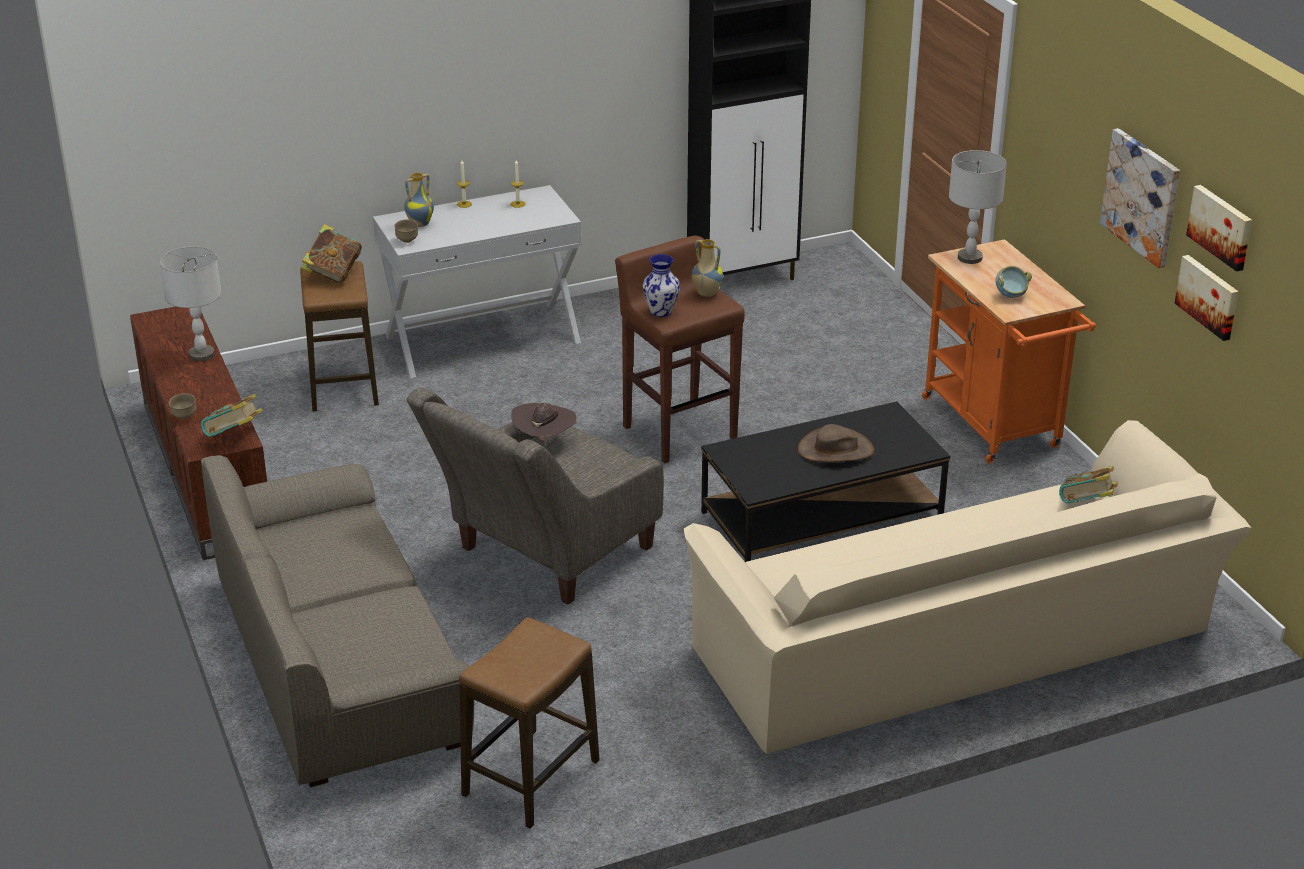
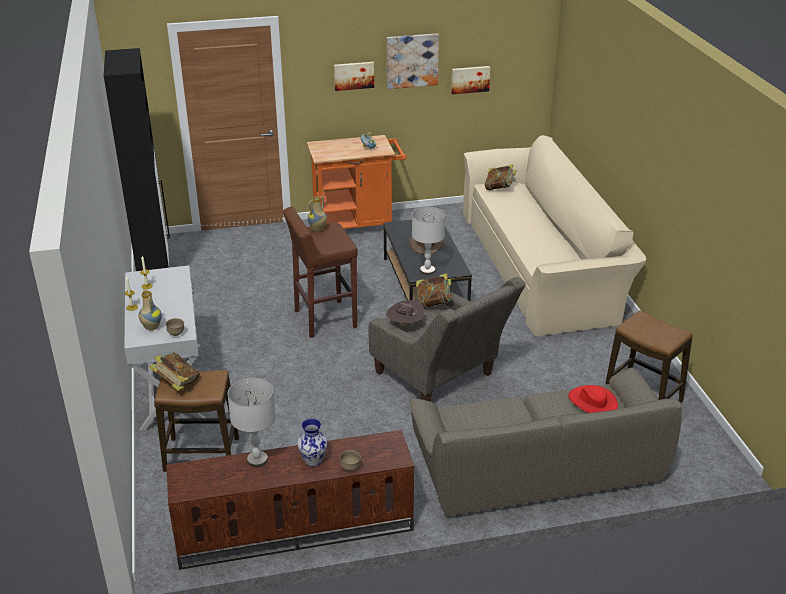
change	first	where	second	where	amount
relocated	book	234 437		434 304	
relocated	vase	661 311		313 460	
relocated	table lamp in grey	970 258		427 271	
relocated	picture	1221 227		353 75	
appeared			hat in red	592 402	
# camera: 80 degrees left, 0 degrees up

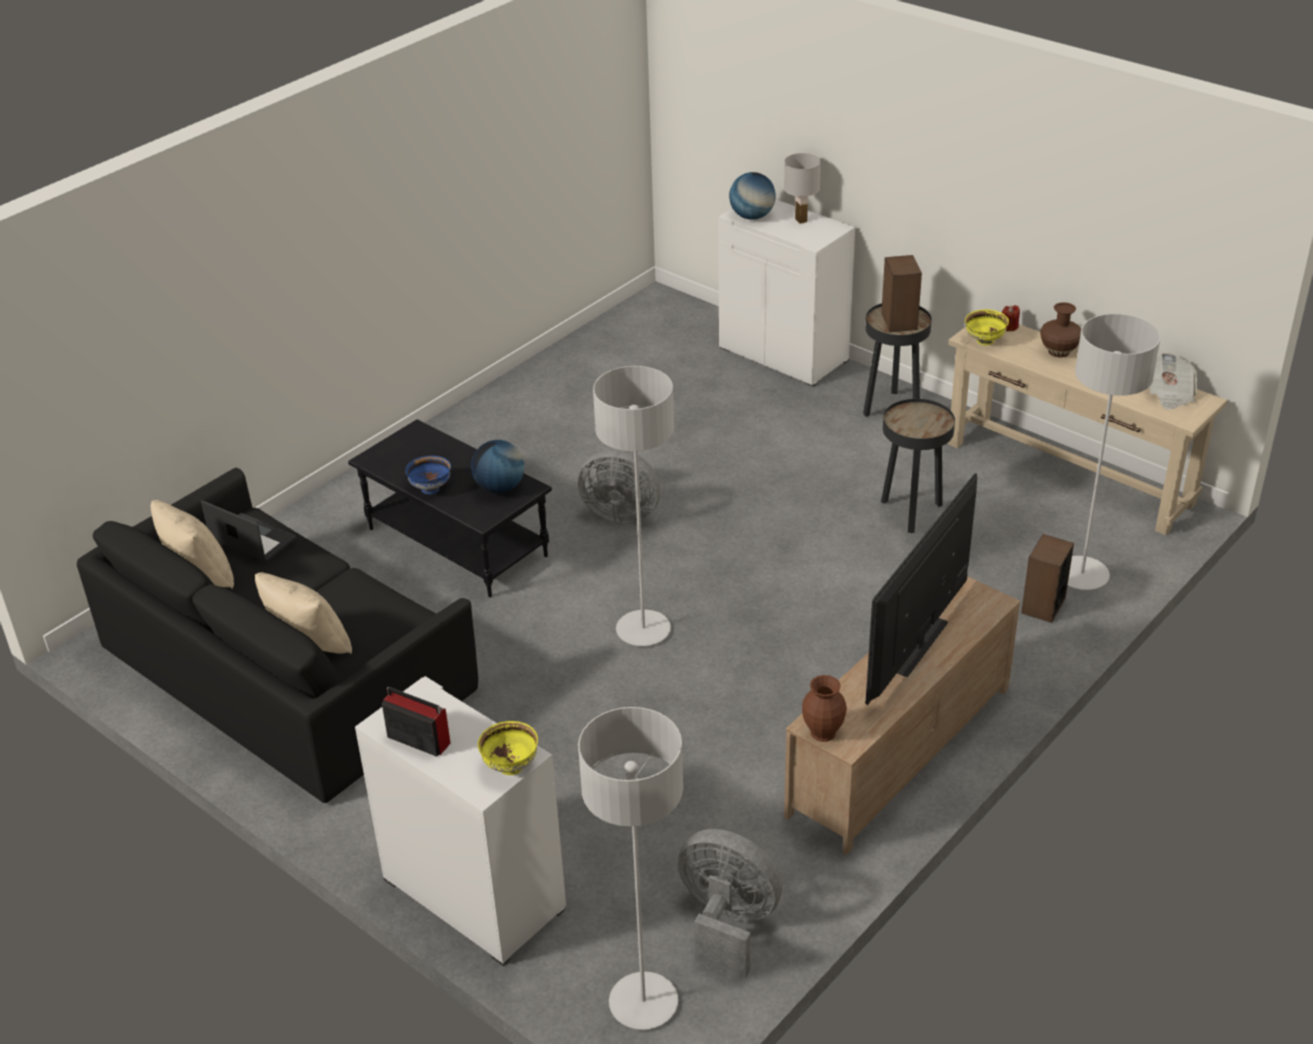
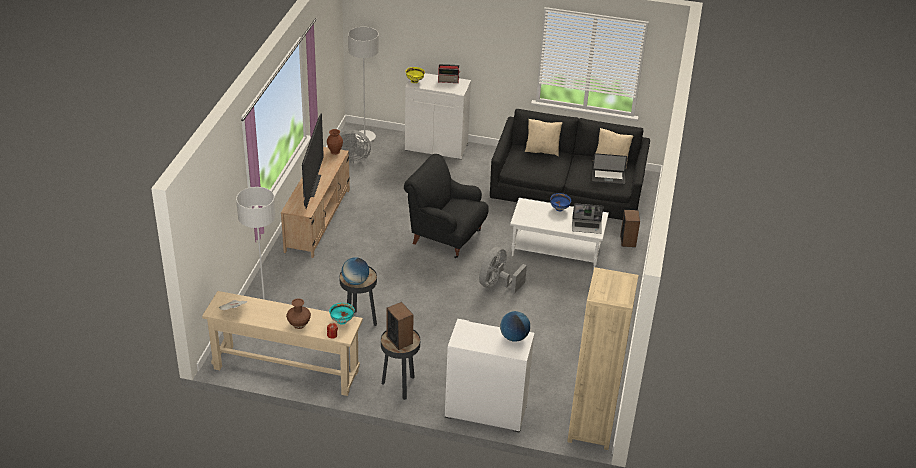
change	first	where	second	where	amount
colour	coffee table in black	455 543	coffee table in white	556 251	
relocated	globe	500 488		355 281	
spun	fan in grey	620 512		497 284	45 degrees counterclockwise
exchanged	floor lamp in grey	643 630	armchair in black	445 236	
missing	table lamp in white	801 220			
colour	bowl in yellow	985 341	bowl in turquoise	342 321	
relocated	speaker	1042 606		628 241	
appeared			bookcase in beige	591 428	
appeared			laptop	587 226	
# camera: 150 degrees right, 0 degrees up

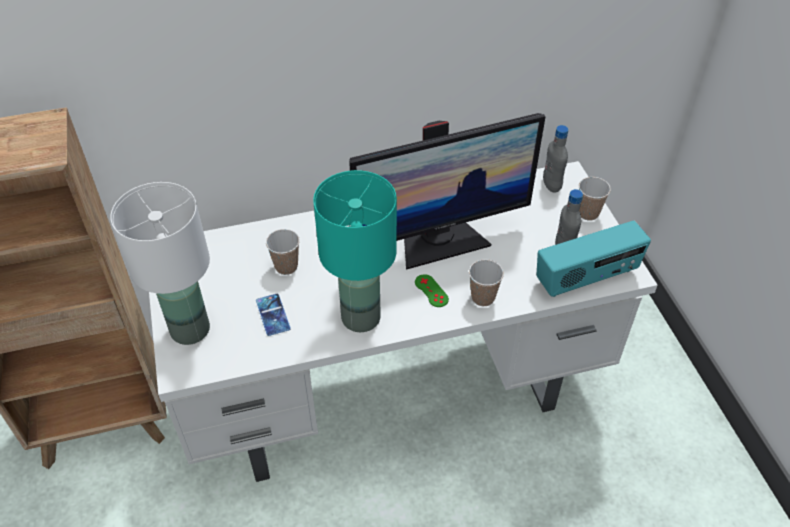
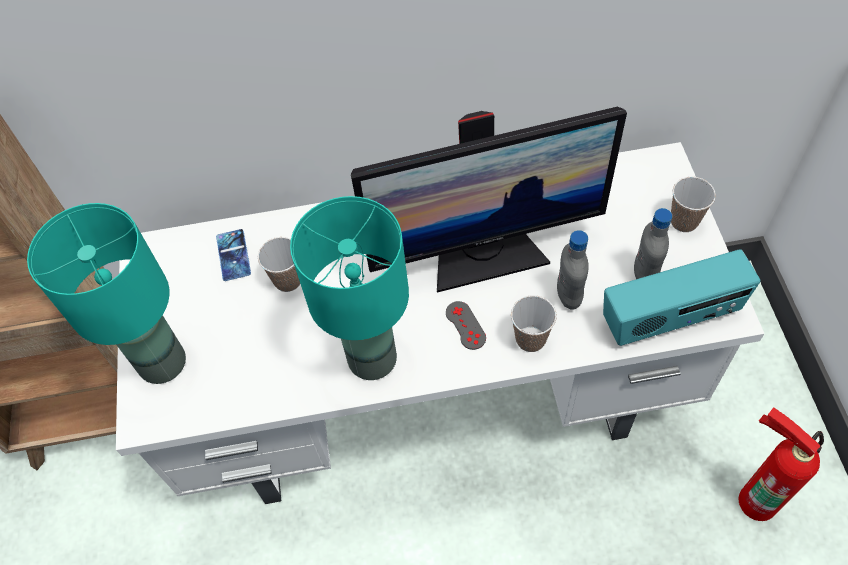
change	first	where	second	where	amount
colour	table lamp in white	191 330	table lamp in turquoise	163 363	
relocated	phone	273 315		233 255	
colour	game controller in green	431 291	game controller in grey	465 325	
relocated	bottle in grey	551 185		569 295	
appeared			fire extinguisher	757 497	
# camera: 10 degrees right, 10 degrees up

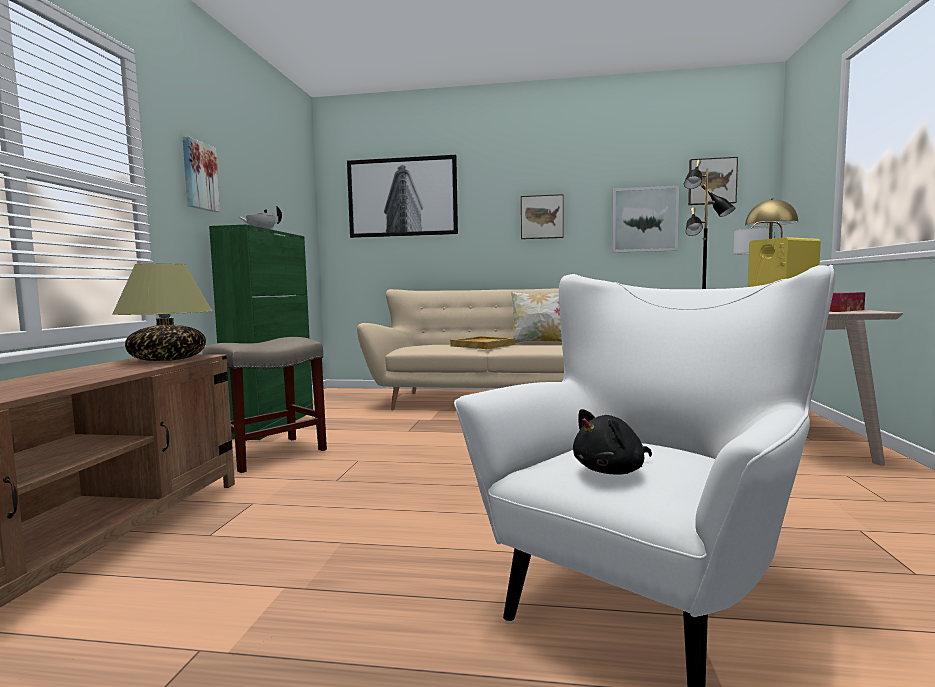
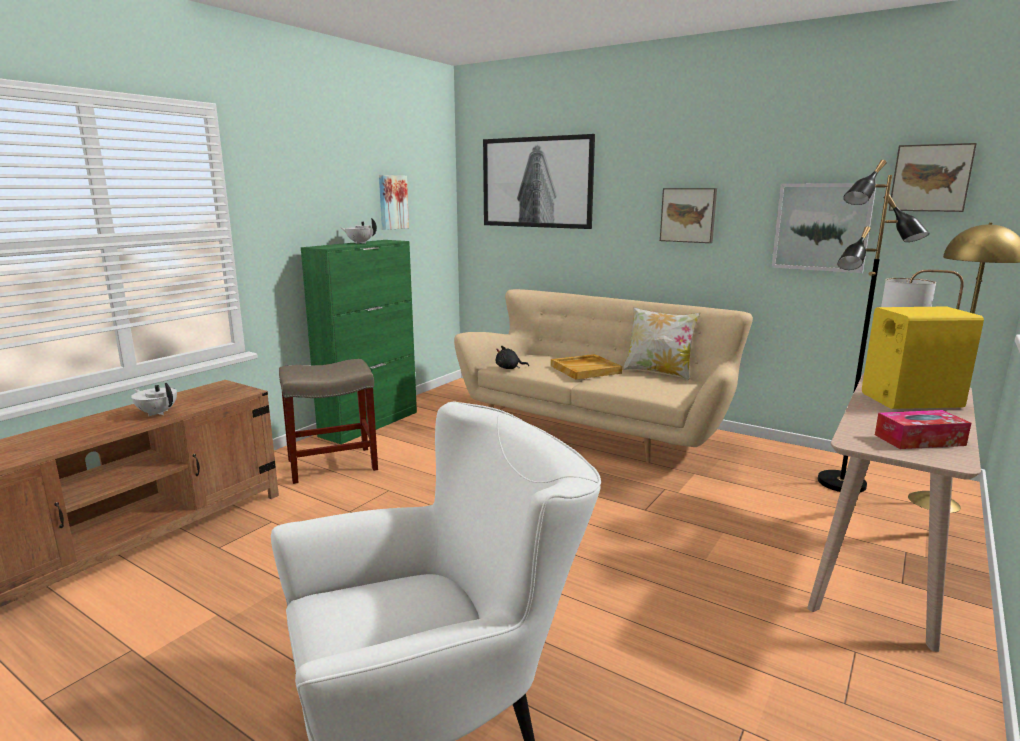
change	first	where	second	where	amount
missing	table lamp	167 359			
relocated	picture	199 176		392 202	
relocated	plush toy in black	612 471		509 368	
appeared			teapot in white	157 413	
# camera: 25 degrees right, 10 degrees up

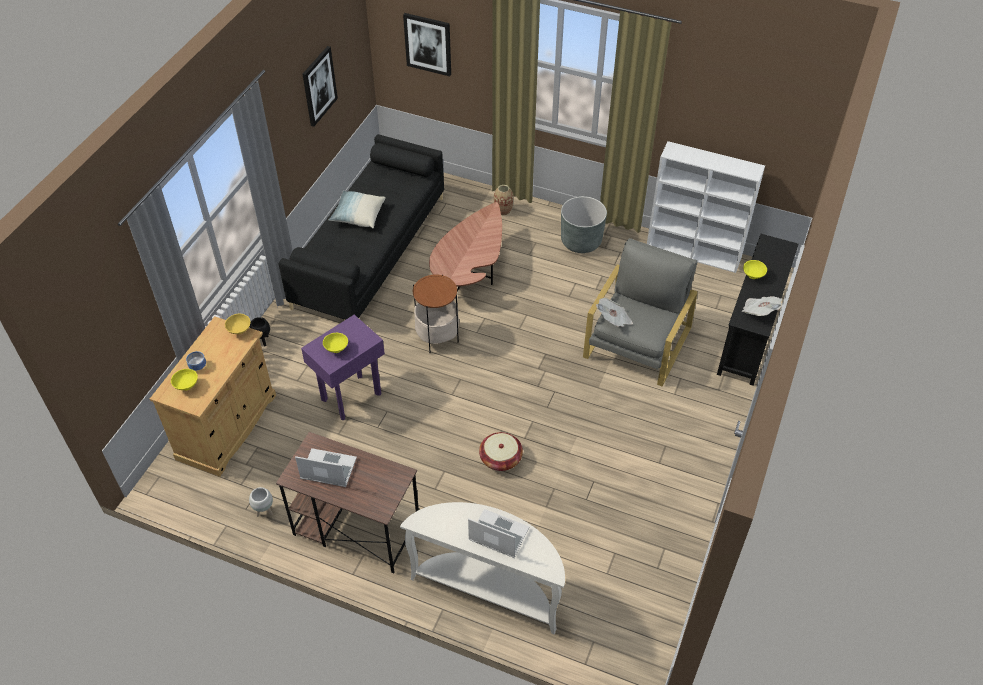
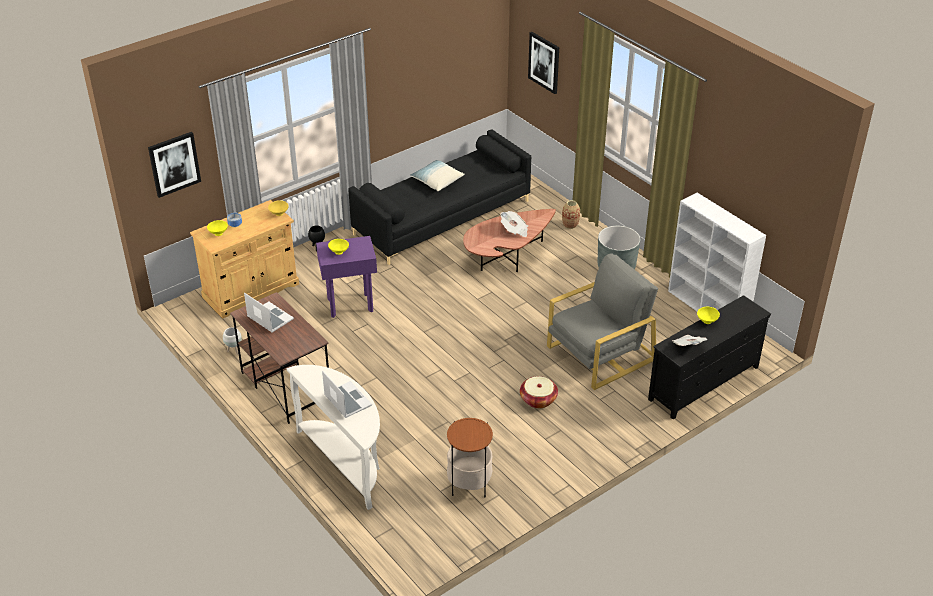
change	first	where	second	where	amount
relocated	picture	319 86		174 164	
relocated	side table	437 337		469 483	
relocated	basket	500 458		538 399	
relocated	newspaper	613 320		514 230	
# camera: 30 degrees right, 10 degrees down

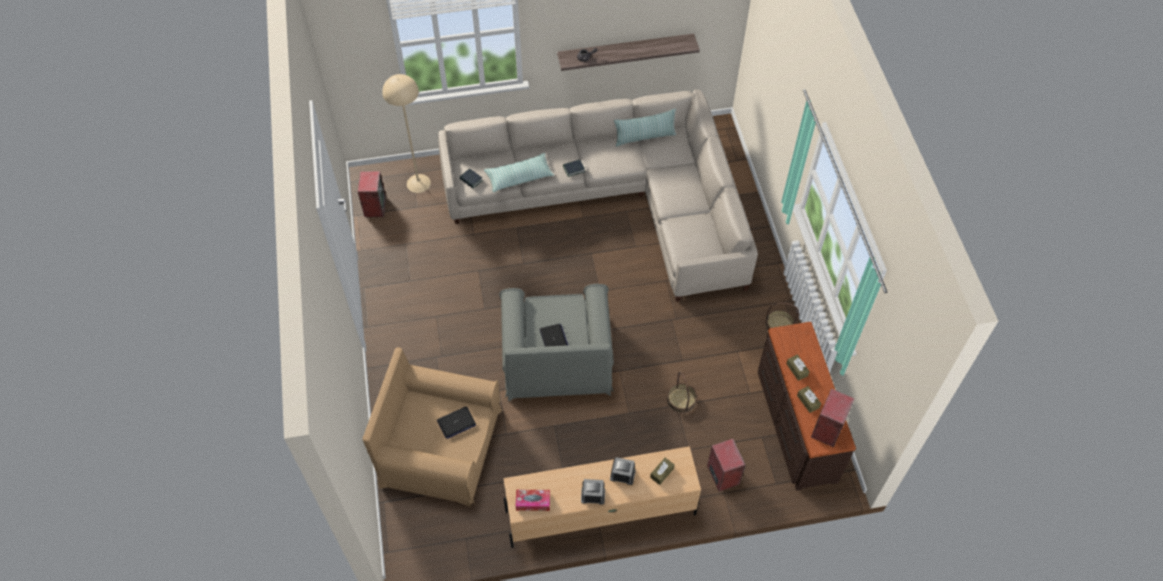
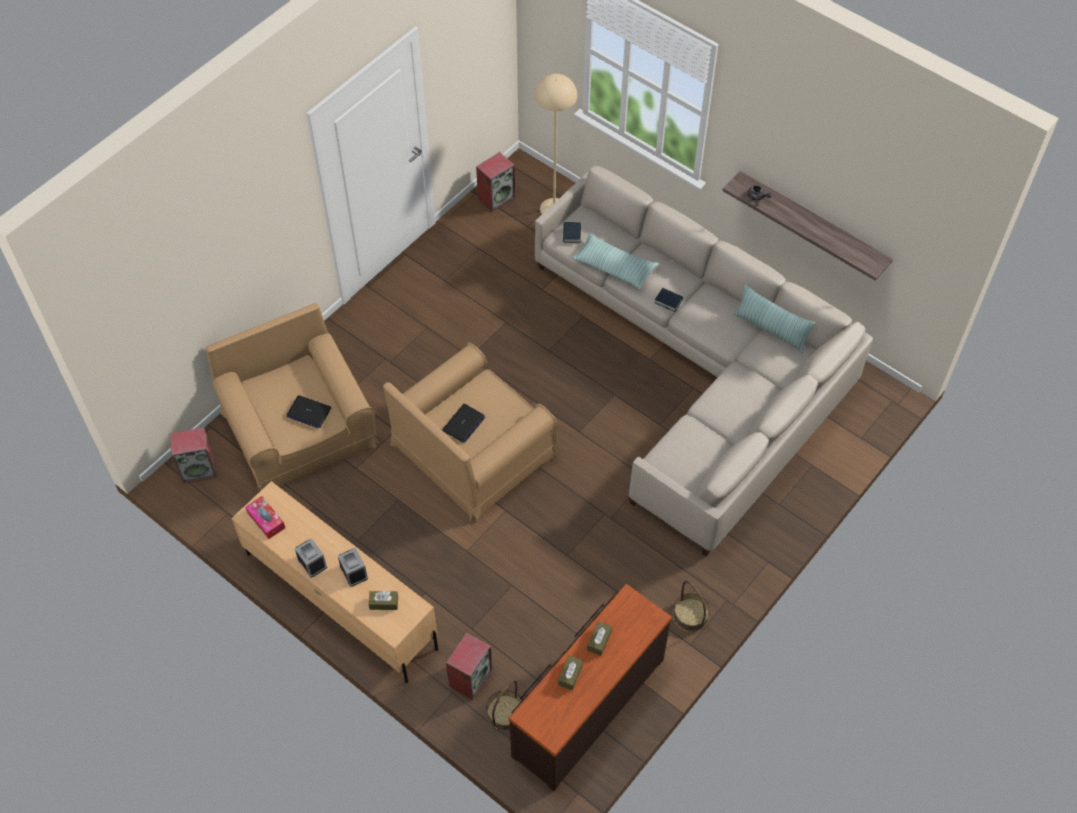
change	first	where	second	where	amount
colour	armchair in grey	557 357	armchair in brown	472 450	
relocated	basket	681 400		505 712	
relocated	speaker	827 428		199 469	
# camera: 50 degrees right, 0 degrees up

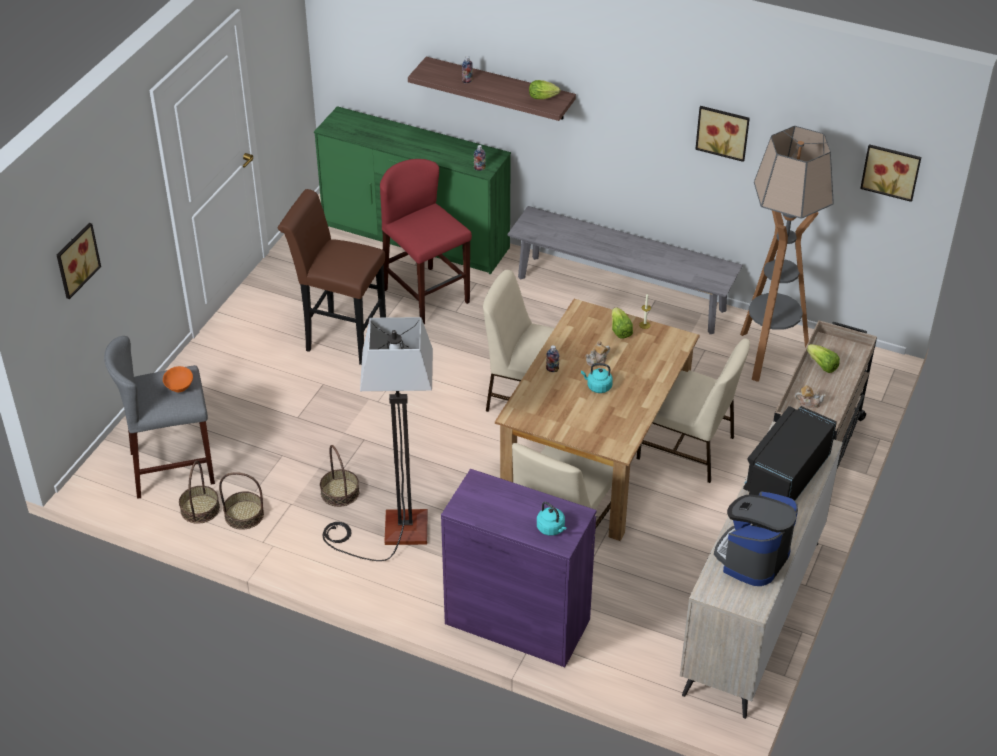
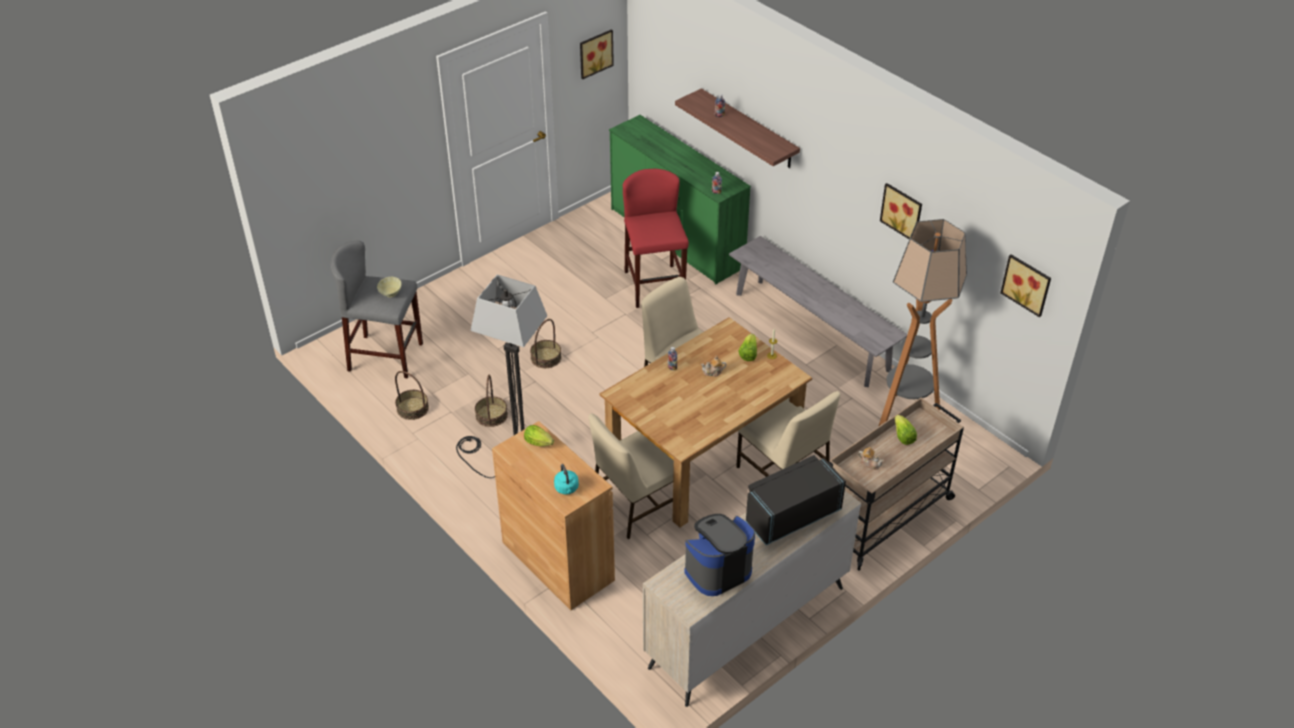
change	first	where	second	where	amount
relocated	picture	75 259		595 53	
colour	bowl in orange	179 388	bowl in beige	390 294	
relocated	basket	200 509		546 358	
missing	stool in brown	340 337			
colour	cabinet in purple	517 621	cabinet in brown	558 561	
relocated	lettuce	544 97		540 443	
missing	kettle in turquoise	597 387			
# camera: 25 degrees right, 0 degrees up

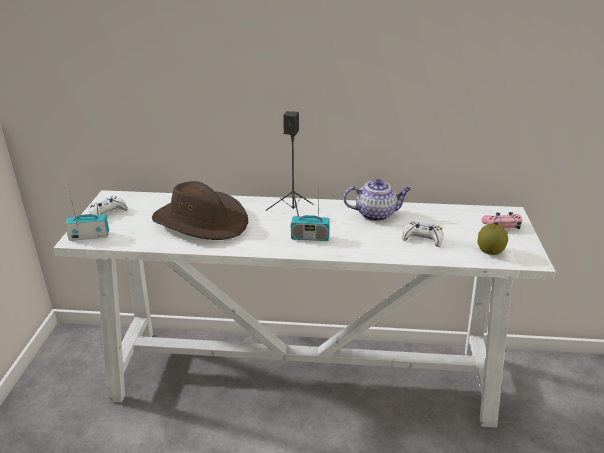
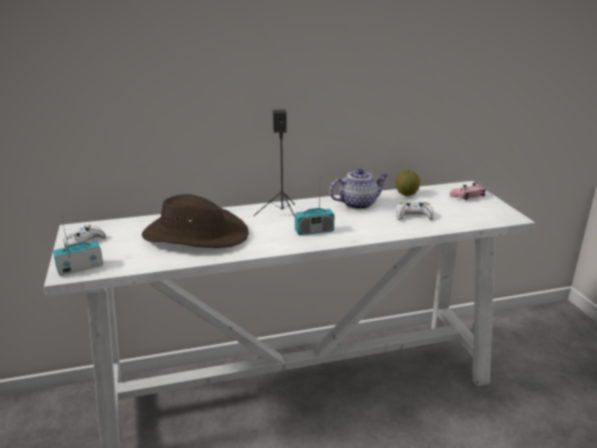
change	first	where	second	where	amount
relocated	apple	490 251		406 194	
# camera: 20 degrees left, 5 degrees down

